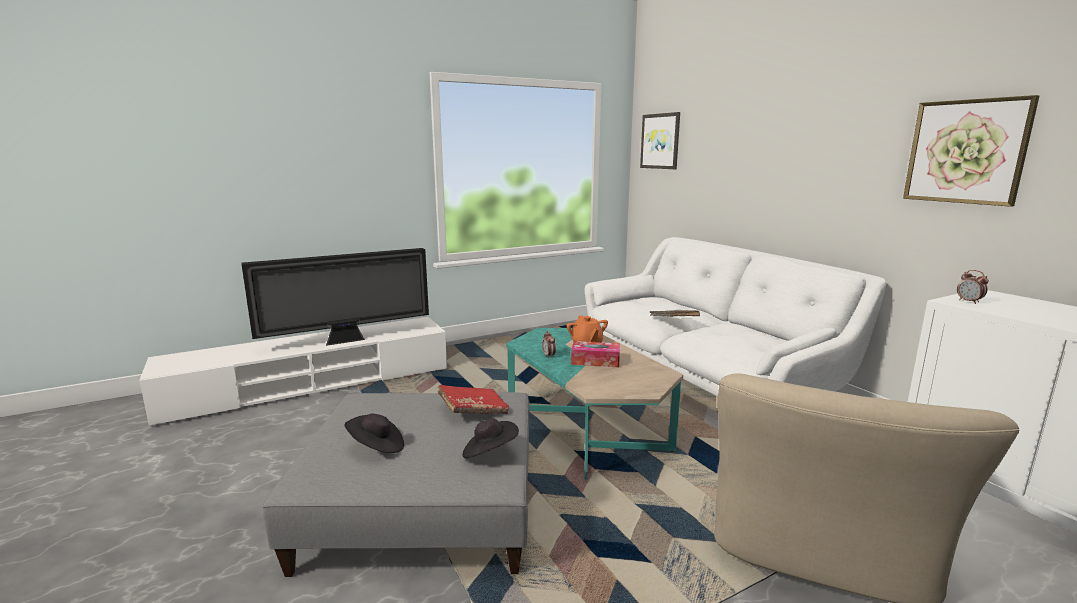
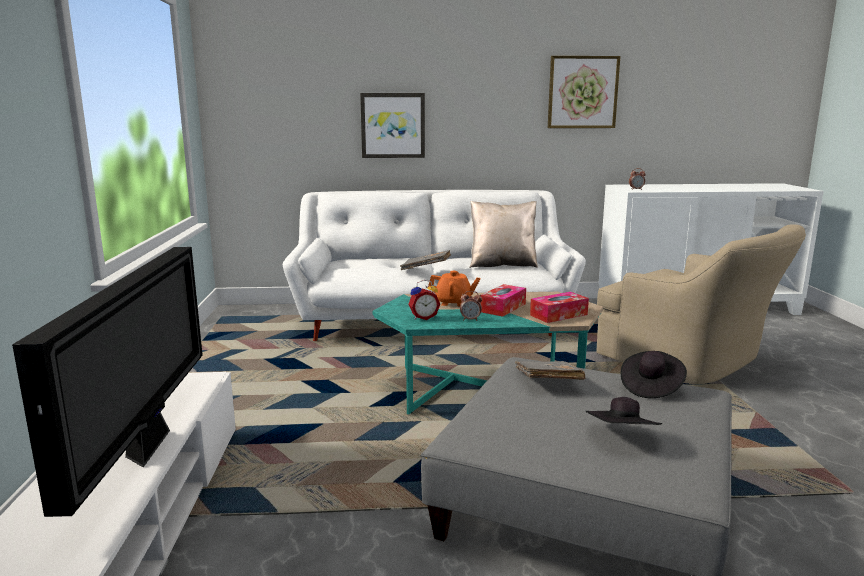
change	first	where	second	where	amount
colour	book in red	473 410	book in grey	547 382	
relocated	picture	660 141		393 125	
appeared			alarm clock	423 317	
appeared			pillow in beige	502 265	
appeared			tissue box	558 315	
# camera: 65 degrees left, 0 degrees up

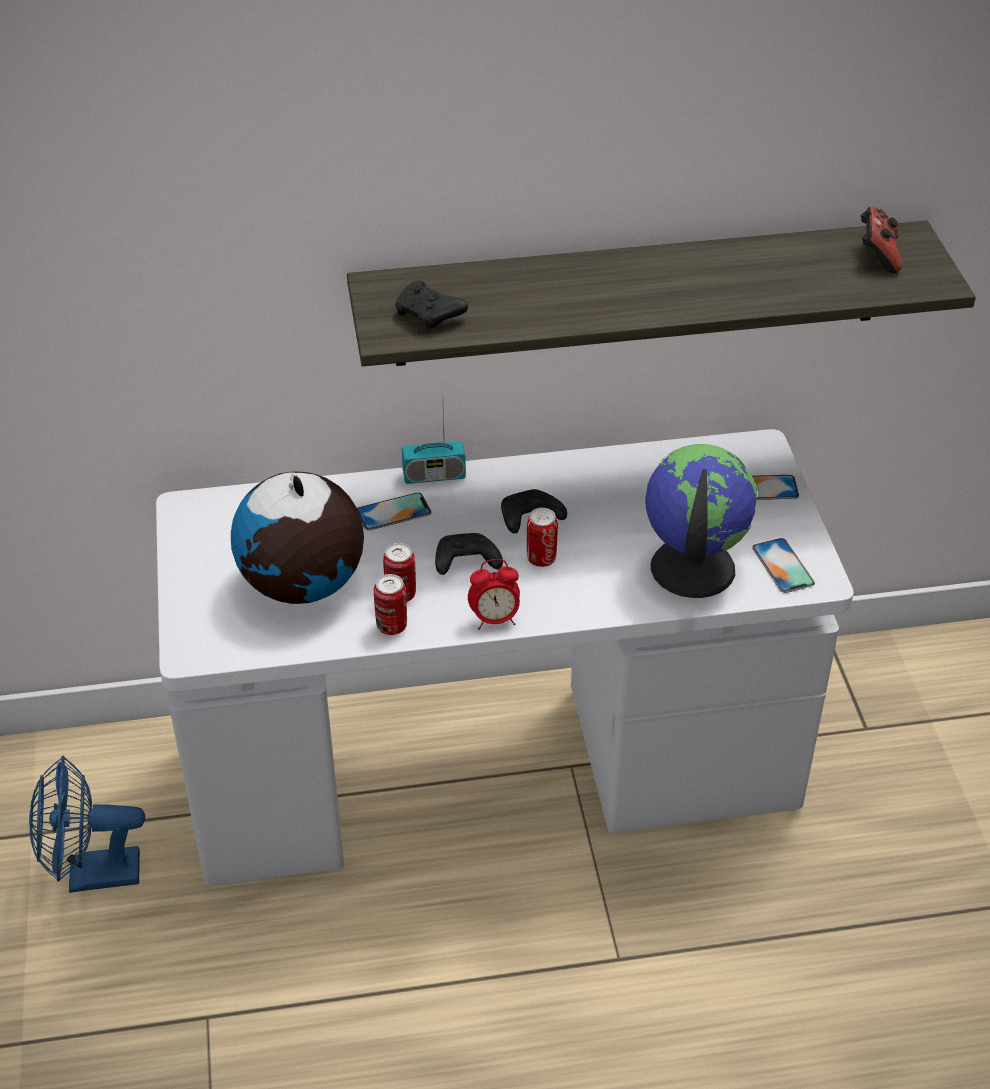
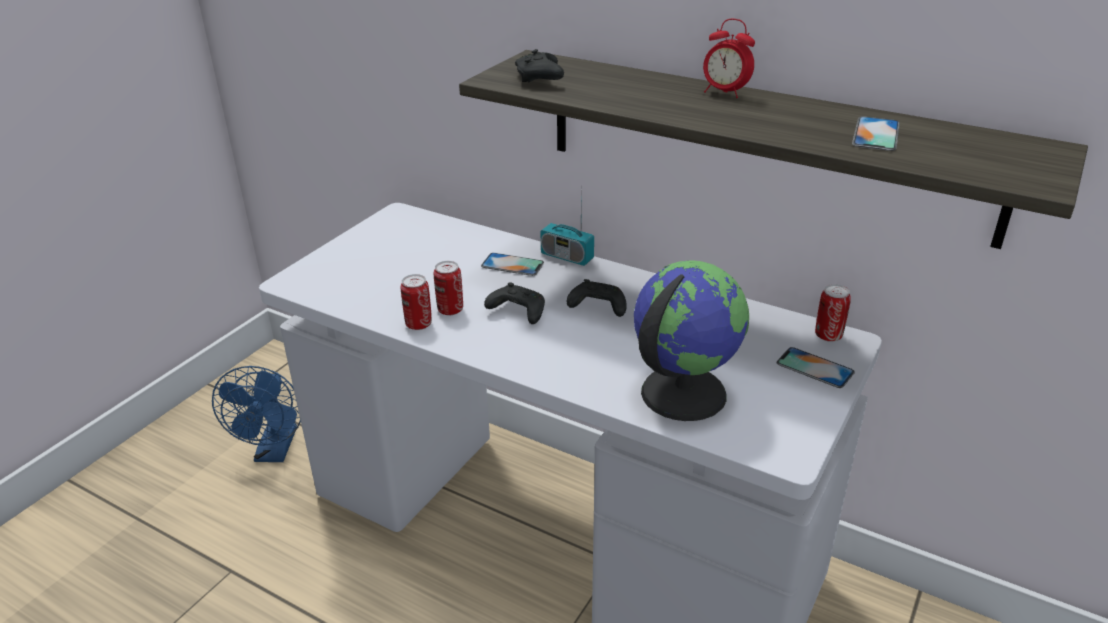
change	first	where	second	where	amount
spun	fan in blue	92 875		274 452	120 degrees counterclockwise
missing	globe	302 585			
relocated	alarm clock	495 619		724 93	
relocated	can	541 558		828 335	
relocated	phone	783 566		876 134	
missing	game controller	877 255			
# camera: 40 degrees right, 10 degrees down

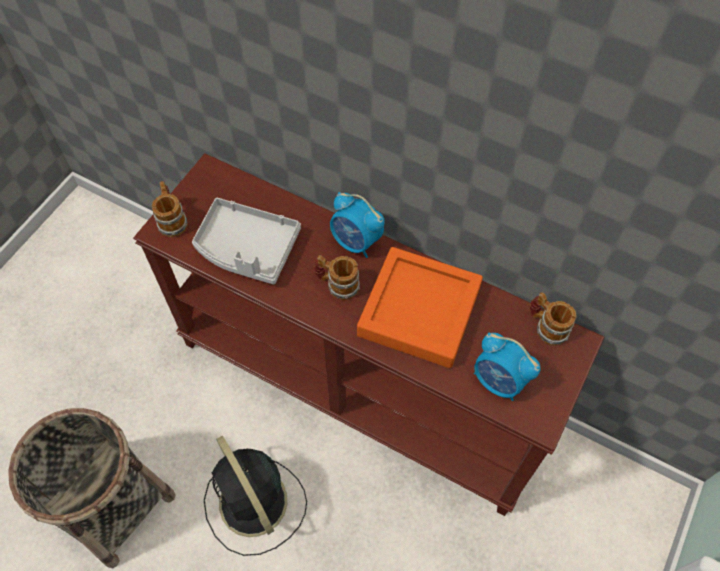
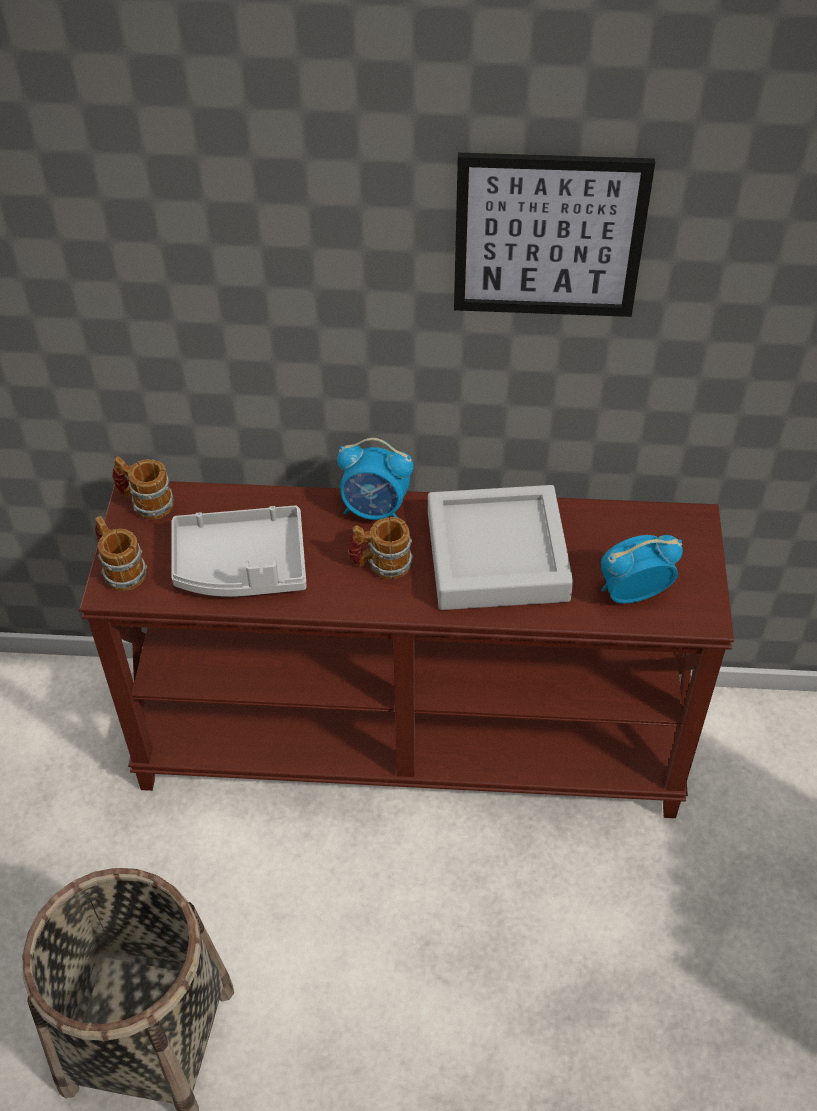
change	first	where	second	where	amount
missing	fan in black	255 505			
colour	tray in orange	419 311	tray in grey	497 556	
spun	alarm clock	499 381		632 593	150 degrees clockwise
relocated	mug	546 327		145 502	
appeared			picture	548 236	
# camera: 25 degrees left, 10 degrees down

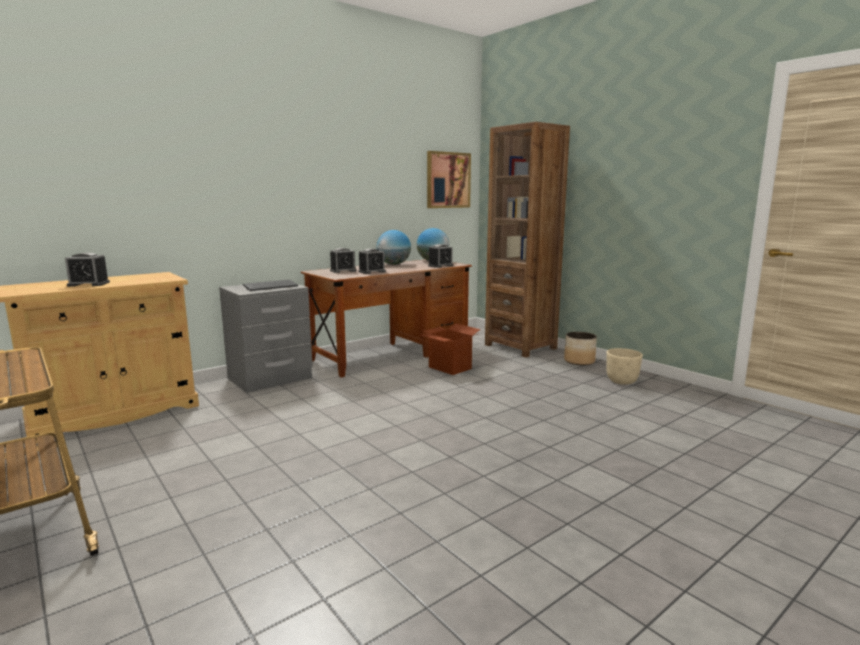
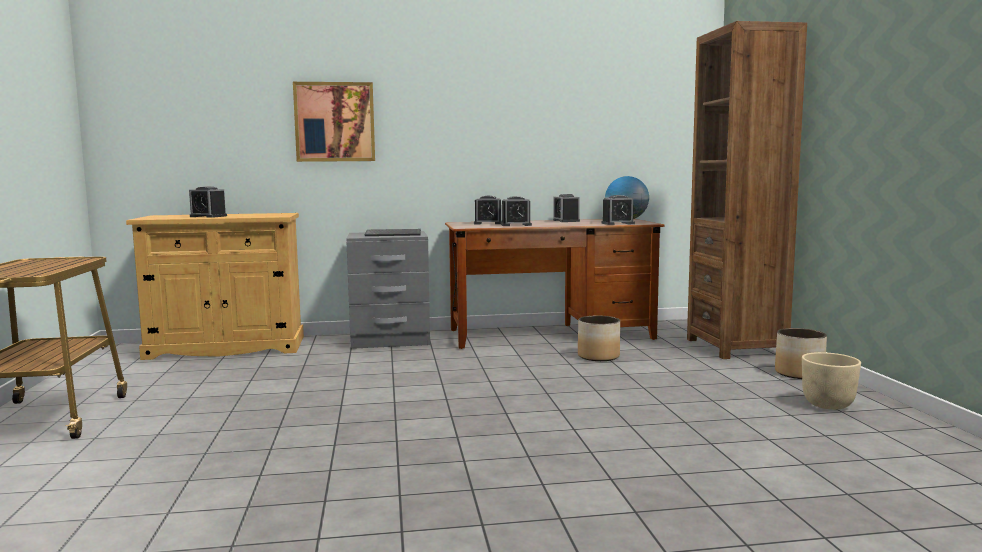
change	first	where	second	where	amount
exchanged	globe	394 264	alarm clock	566 221	
exchanged	cardboard box	449 368	planter	598 356	
relocated	picture	448 180		334 122	
# camera: 30 degrees right, 5 degrees down

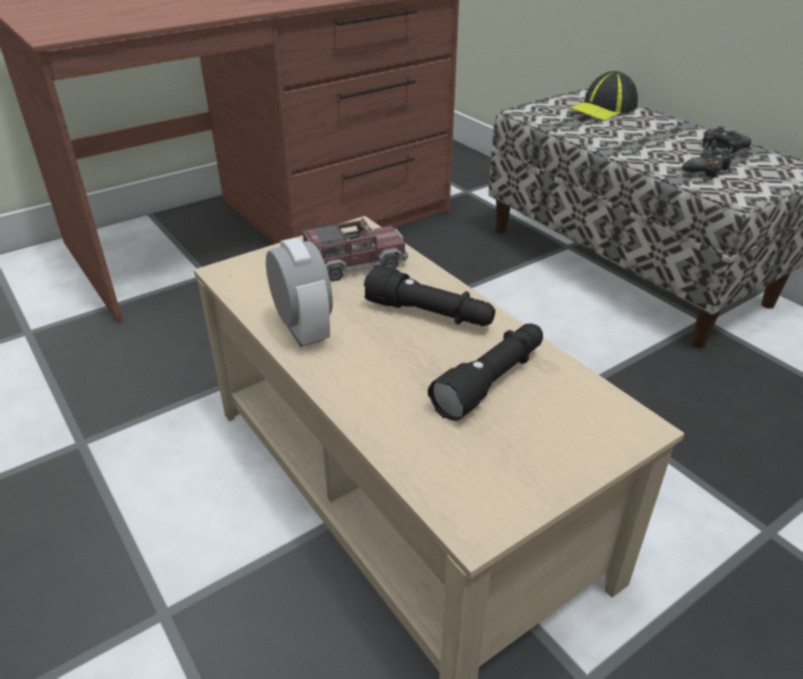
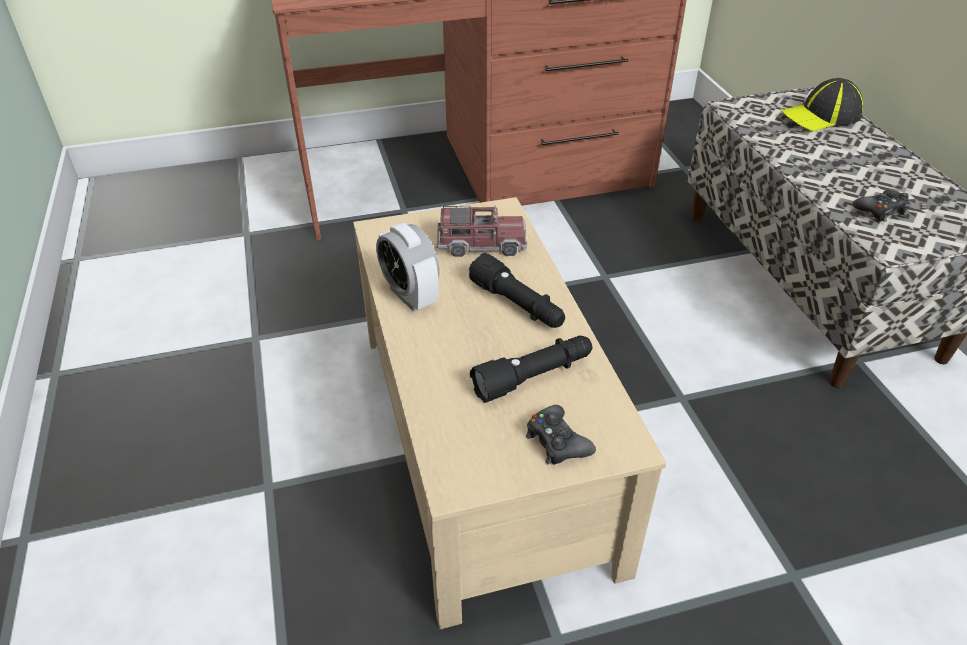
change	first	where	second	where	amount
spun	alarm clock	303 330		410 295	150 degrees clockwise
relocated	game controller in black	722 147		557 442	
# camera: 20 degrees right, 5 degrees up

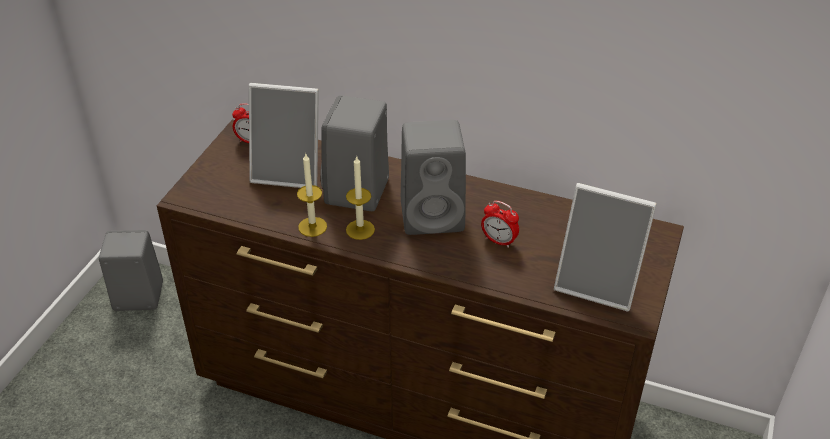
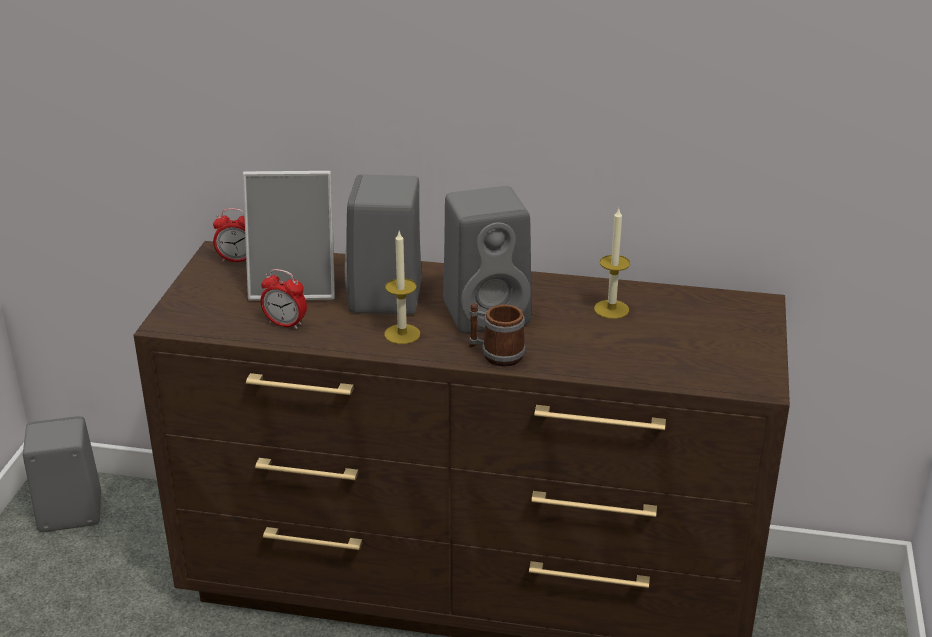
change	first	where	second	where	amount
relocated	candle	312 227		611 309	
relocated	alarm clock	499 241		285 324	
missing	picture frame	598 283			
appeared			mug	495 354	
# camera: 10 degrees left, 10 degrees down

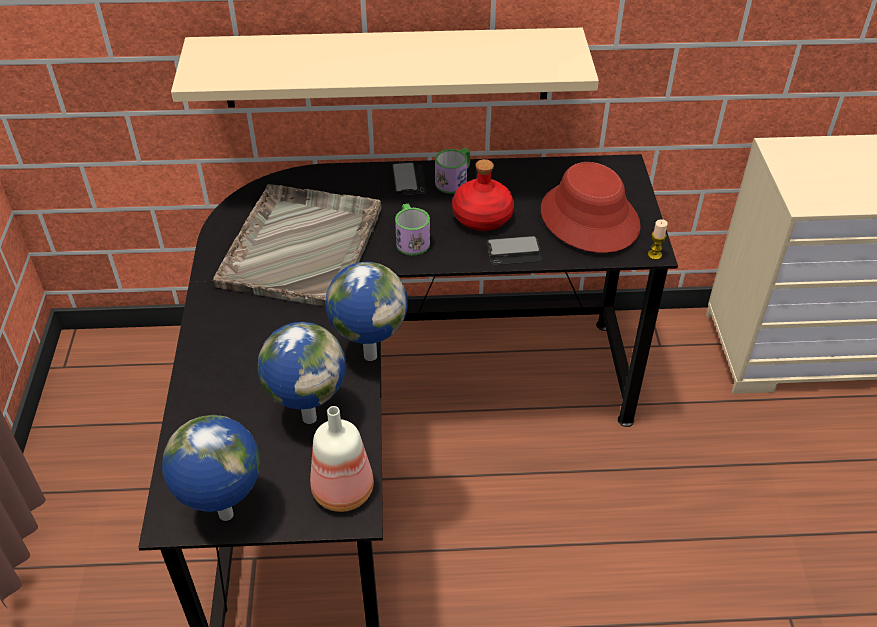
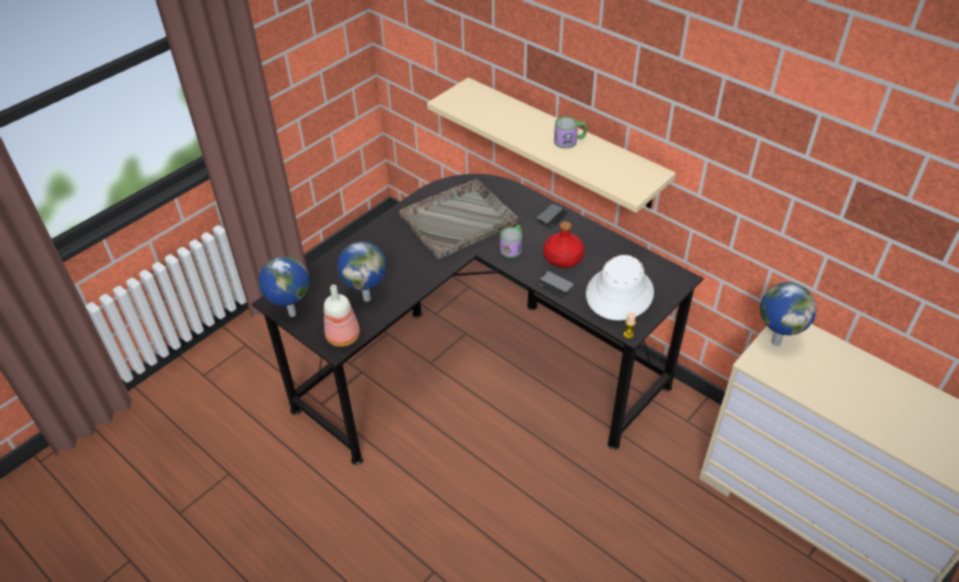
change	first	where	second	where	amount
relocated	globe	369 355		775 341	
relocated	mug	454 180		569 141	
colour	hat in red	589 218	hat in white	619 293	
# camera: 45 degrees right, 0 degrees up

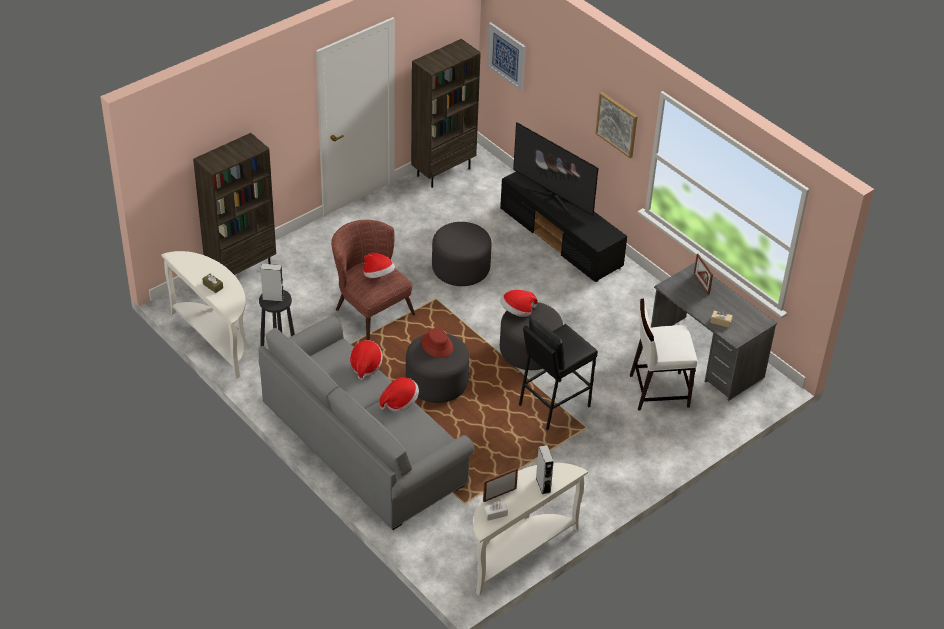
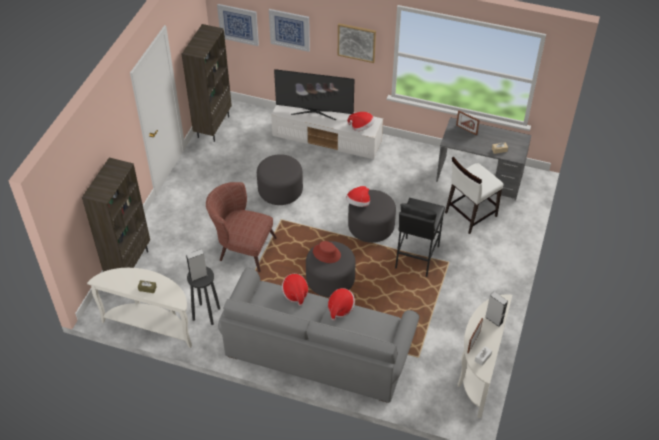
change	first	where	second	where	amount
relocated	hat	378 275		361 127	
colour	tv stand in black	561 239	tv stand in white	327 139	
appeared			picture	289 29	
# camera: 30 degrees left, 5 degrees up

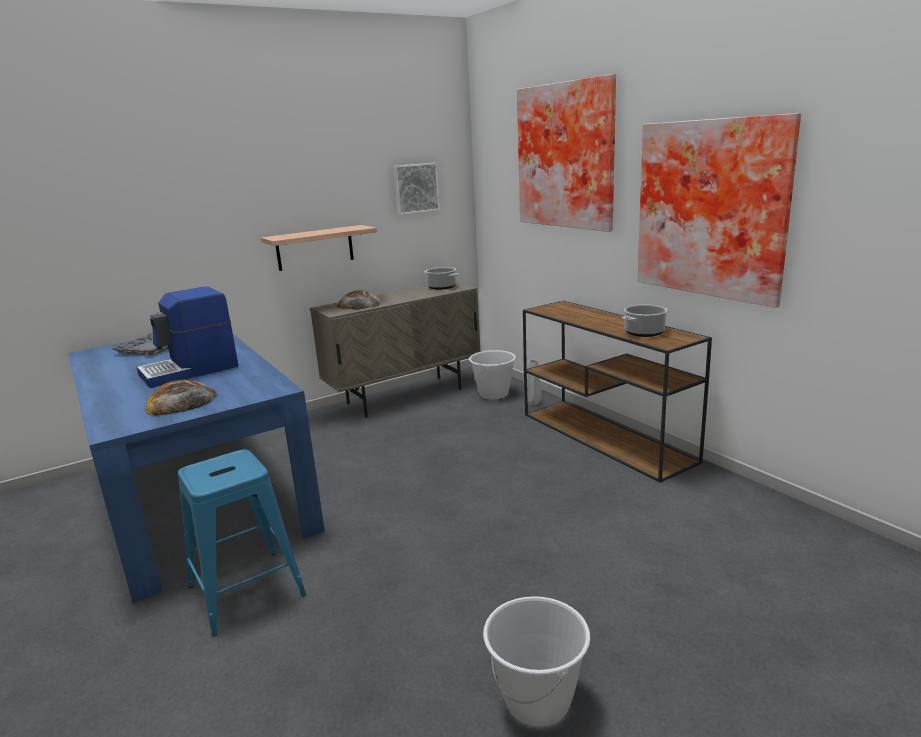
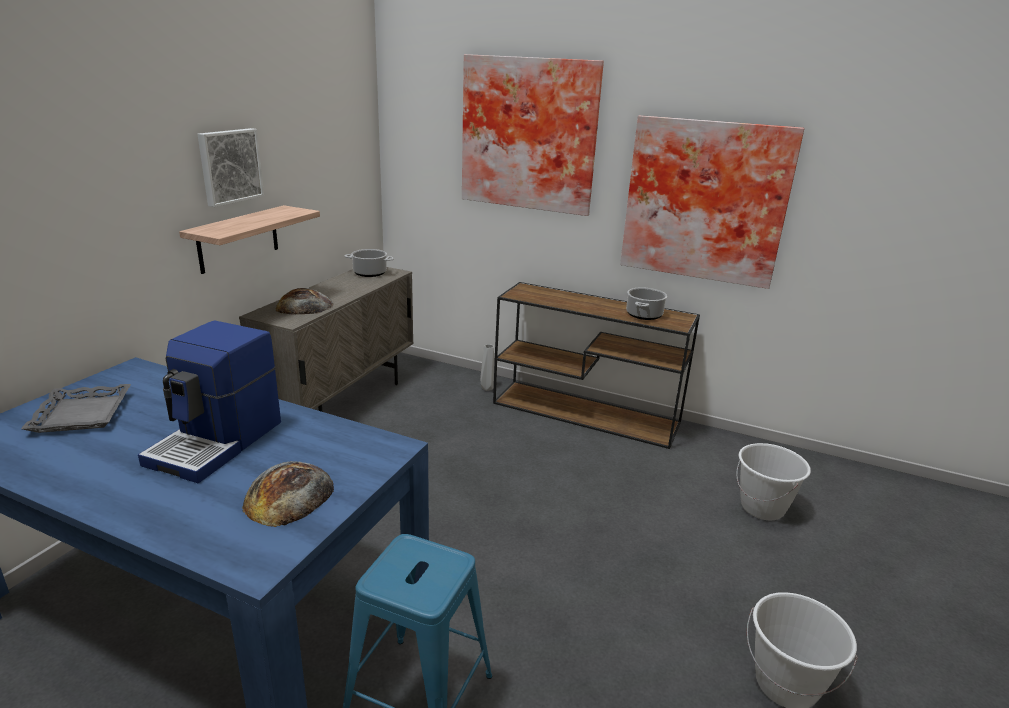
change	first	where	second	where	amount
relocated	picture	415 188		229 166	
relocated	bucket in white	494 394		762 508	
# camera: 35 degrees left, 5 degrees up

